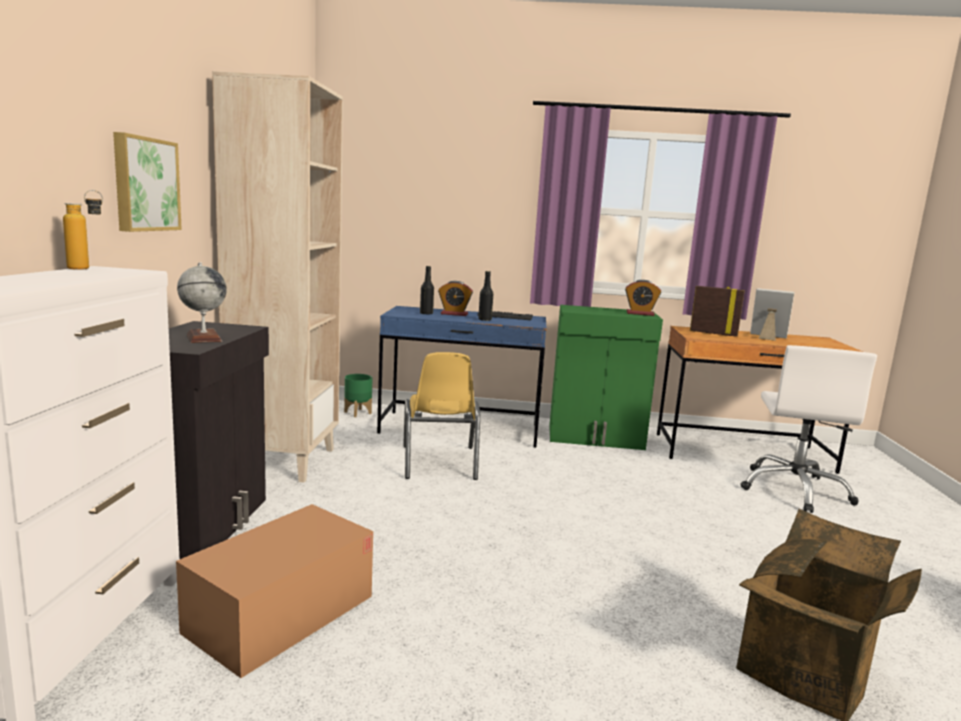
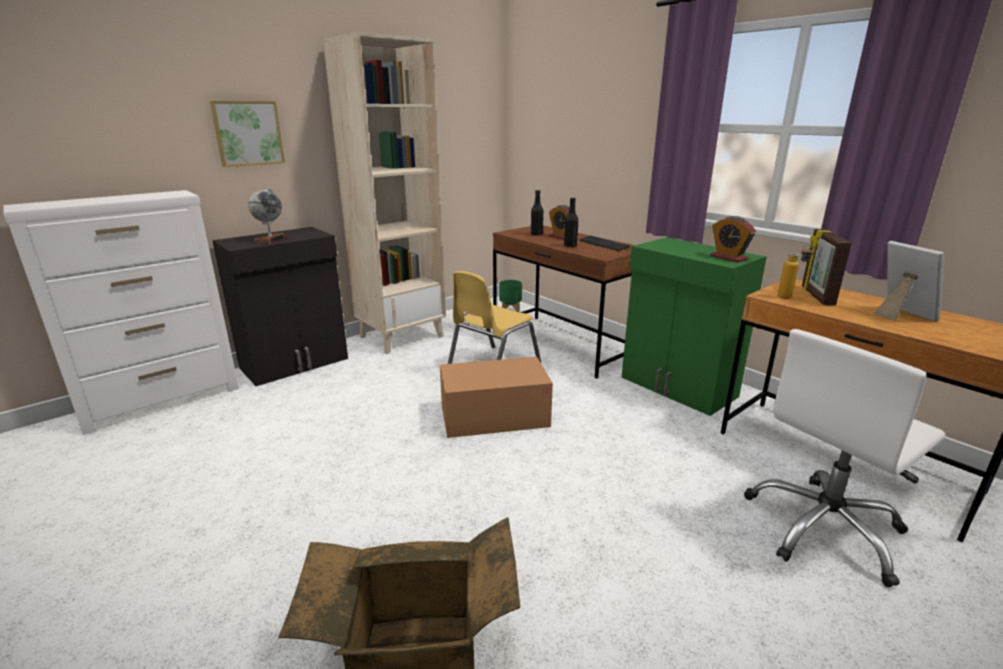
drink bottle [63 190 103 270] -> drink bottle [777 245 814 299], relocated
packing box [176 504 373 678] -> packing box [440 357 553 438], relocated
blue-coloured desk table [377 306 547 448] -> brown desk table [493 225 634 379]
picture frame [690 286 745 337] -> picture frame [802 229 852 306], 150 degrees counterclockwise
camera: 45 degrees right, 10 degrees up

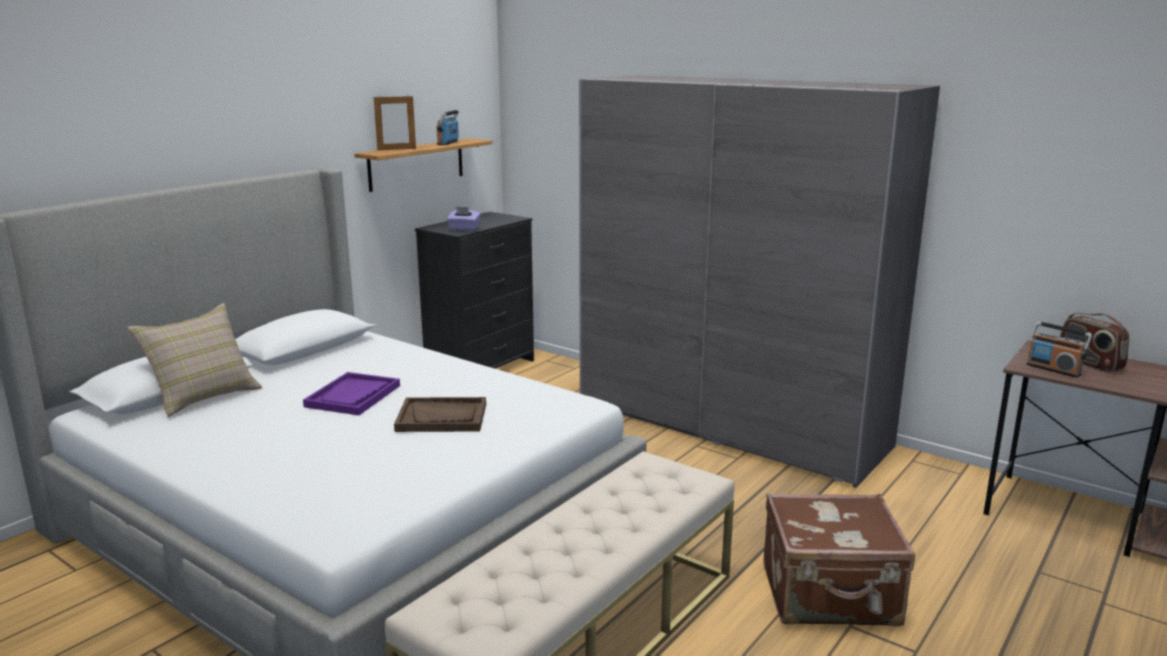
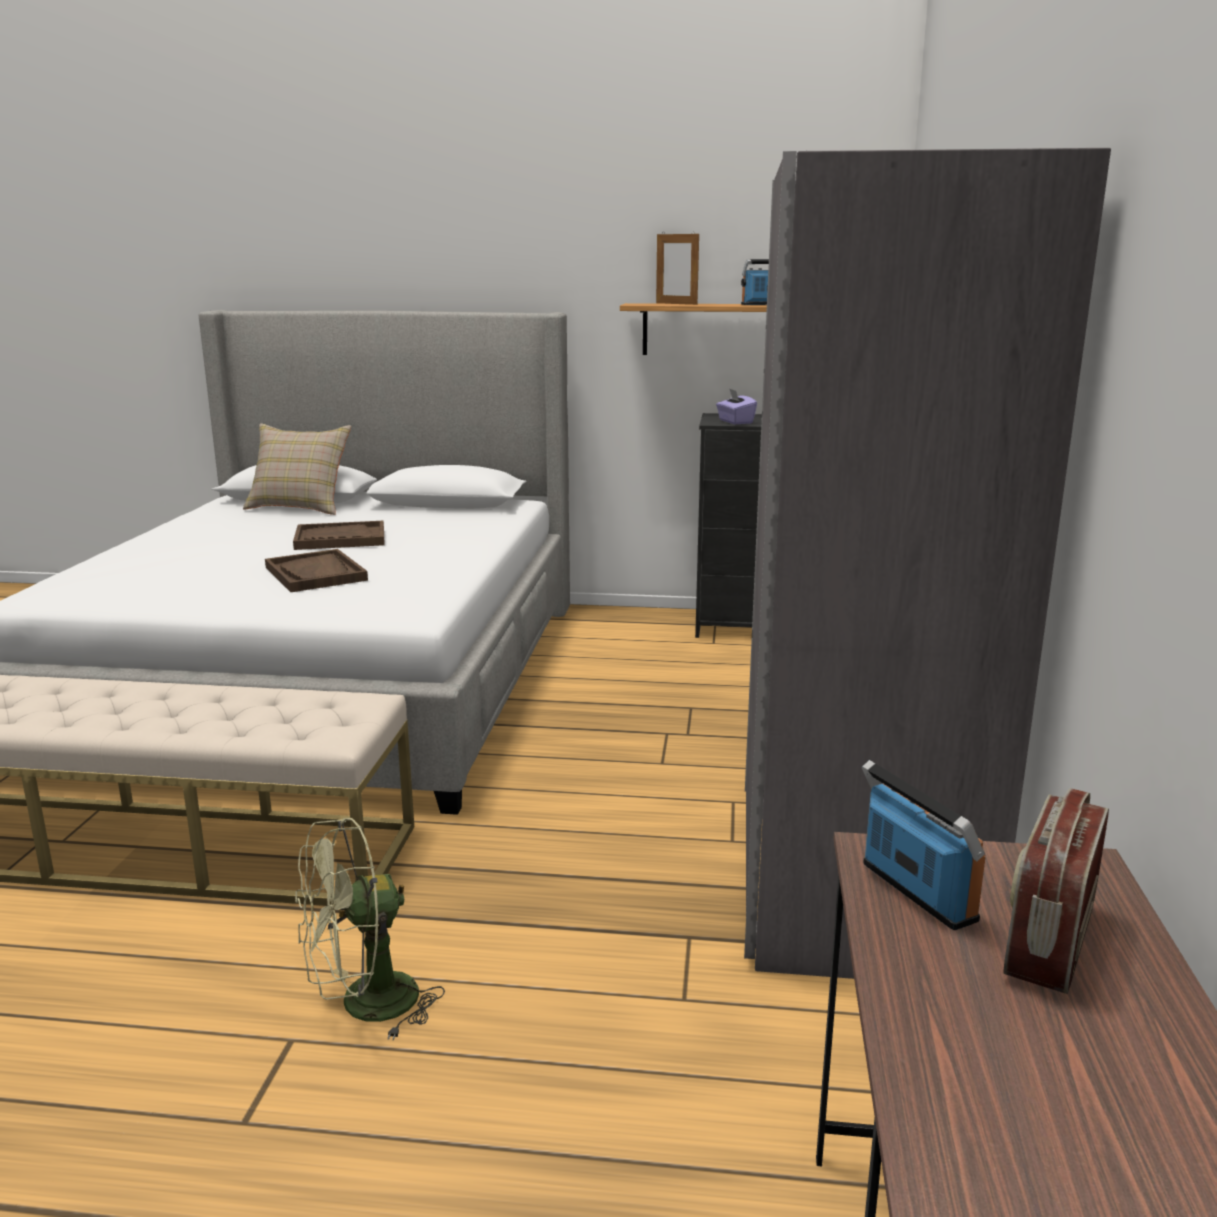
brown suitcase [763 493 915 626] -> green-coloured electric fan [295 818 445 1040]
purple-coloured tray [303 372 400 415] -> brown tray [293 521 385 550]
radio receiver [1027 321 1092 378] -> radio receiver [862 760 986 930], 135 degrees clockwise
camera: 60 degrees right, 0 degrees up

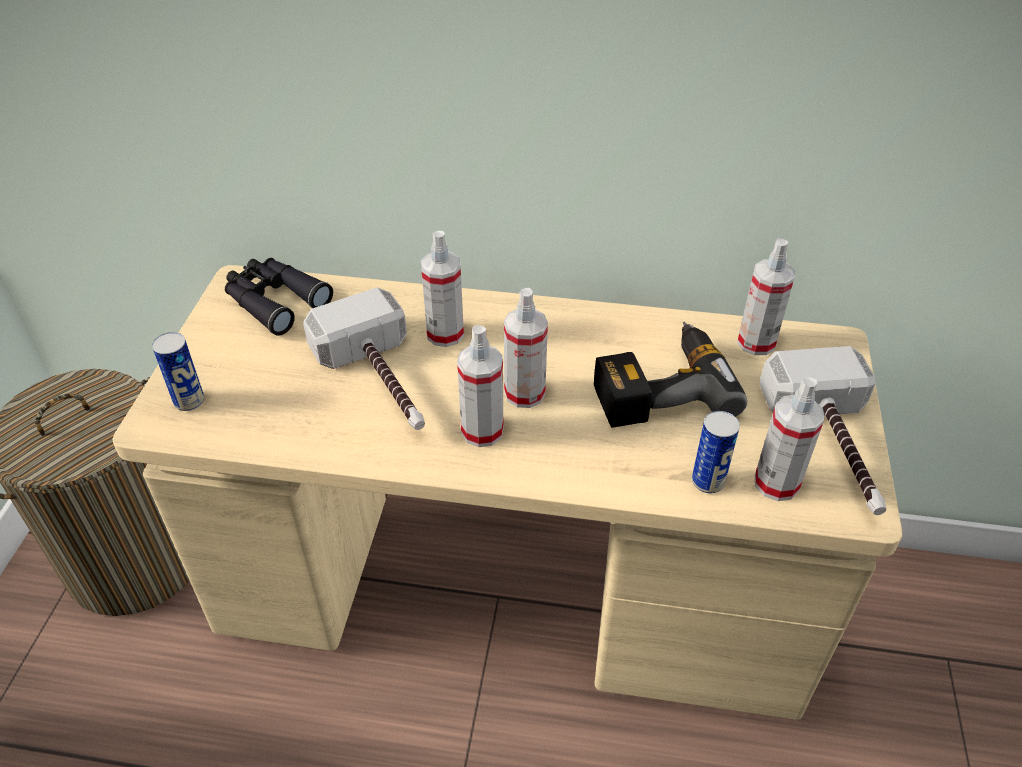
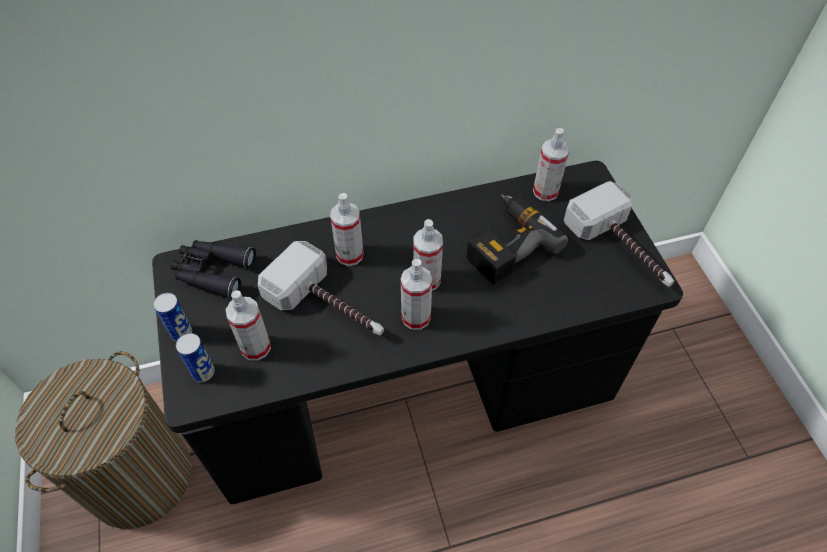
can [692 411 740 493] -> can [153 293 192 342], relocated
hand sprayer [755 377 824 501] -> hand sprayer [226 290 271 361], relocated
sand-coloured desk table [113 265 902 720] -> black desk table [152 161 683 504]
camera: 25 degrees left, 10 degrees up

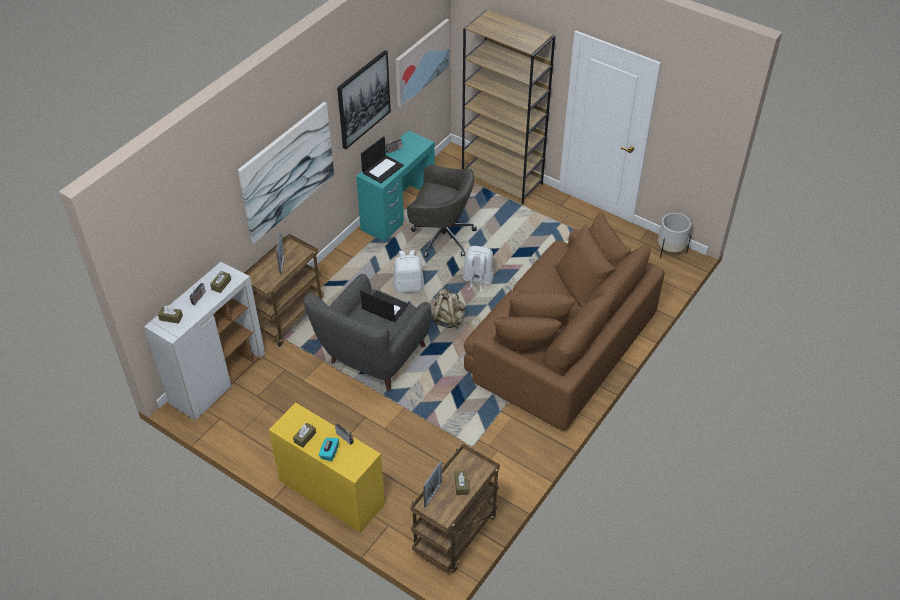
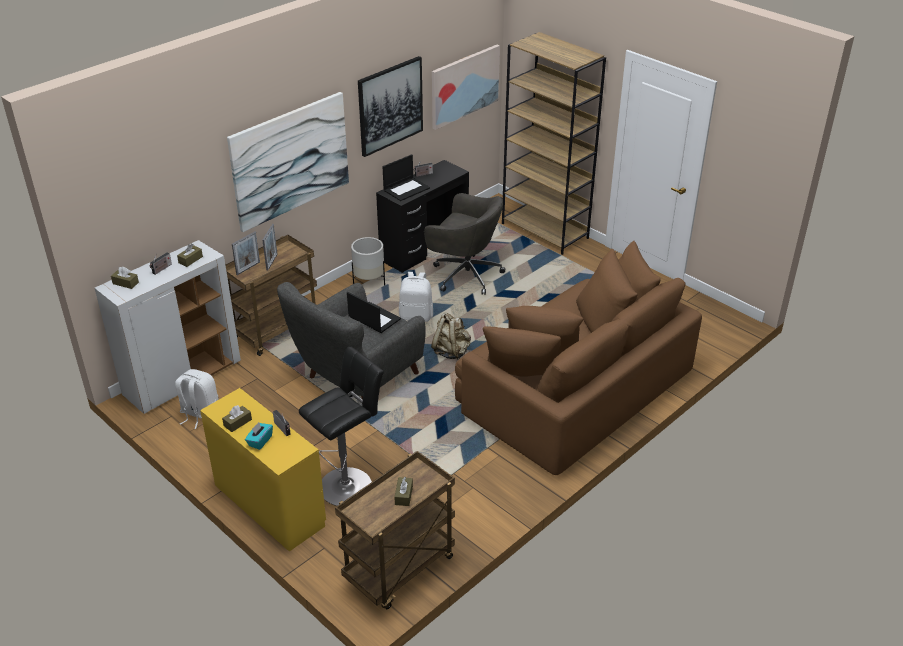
none -> black sitting stool [299 347 384 506]
picture frame [423 461 442 508] -> picture frame [232 232 260 275], relocated
white knapsack [463 246 494 292] -> white knapsack [175 369 219 429], relocated
white plant pot [658 213 691 259] -> white plant pot [351 237 385 286], relocated
turquoise desk table [356 130 435 242] -> black desk table [376 160 469 273]
camera: 10 degrees right, 10 degrees down

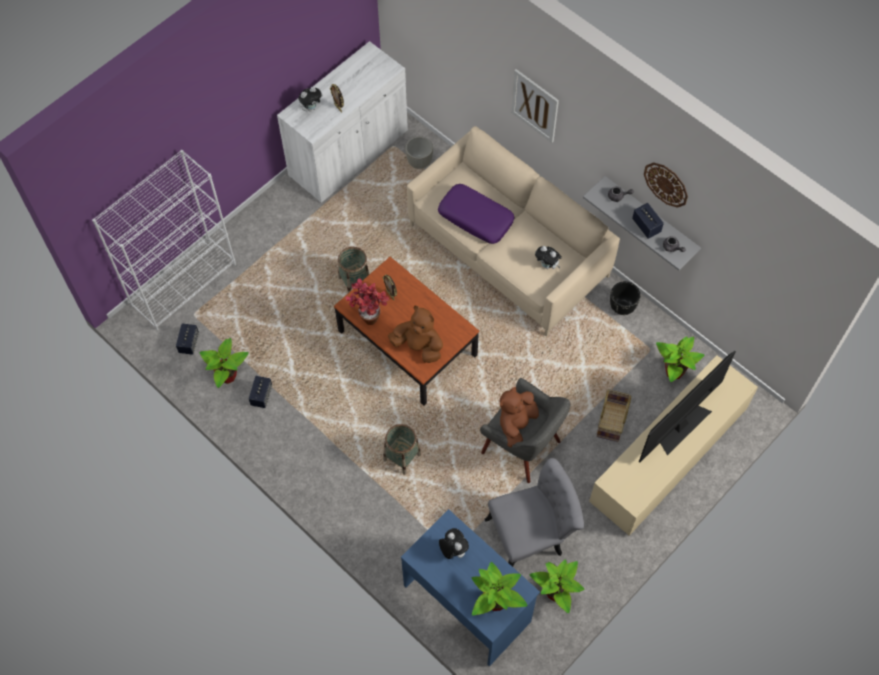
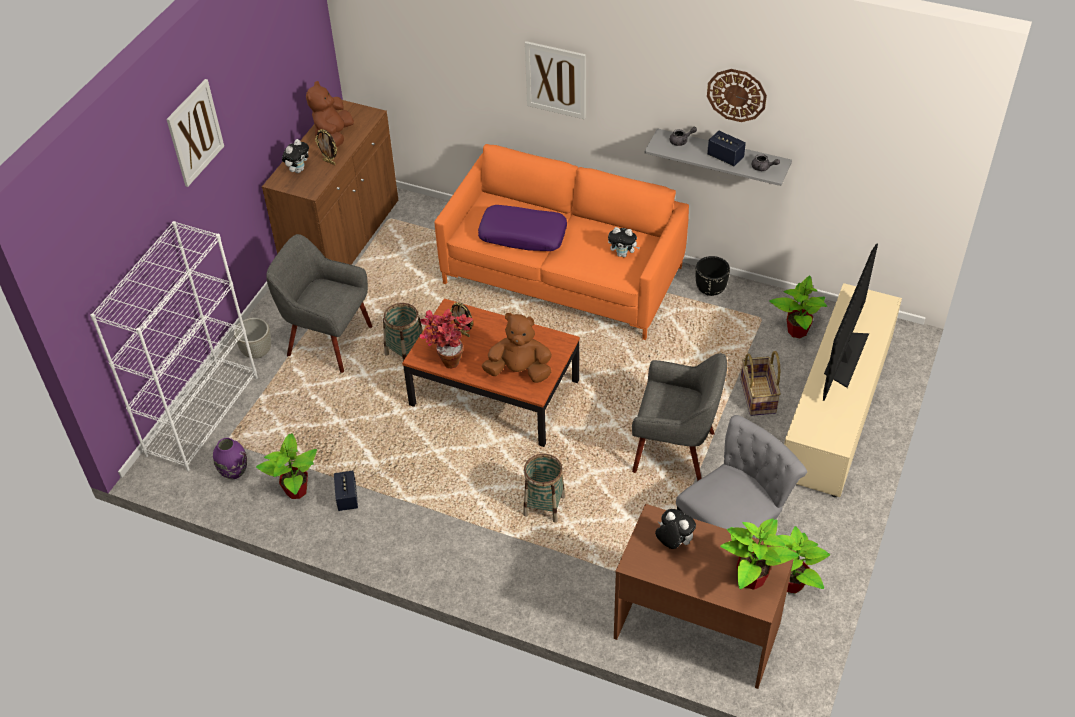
none -> wall art [167 79 224 187]
none -> greyish armchair [266 234 372 373]
greyish plant pot [405 136 433 169] -> greyish plant pot [234 318 271 358], relocated
brown soft toy [499 387 539 447] -> brown soft toy [306 81 354 147], relocated
speaker [176 324 199 355] -> purple-coloured flower vase [213 438 247 479]
white storage cabinet [277 41 408 203] -> brown storage cabinet [262 100 398 265]
blue-coloured desk table [401 509 540 666] -> brown desk table [614 504 796 689]
sand-coloured couch [407 126 620 337] -> orange couch [434 144 689 340]
camera: 20 degrees left, 15 degrees down

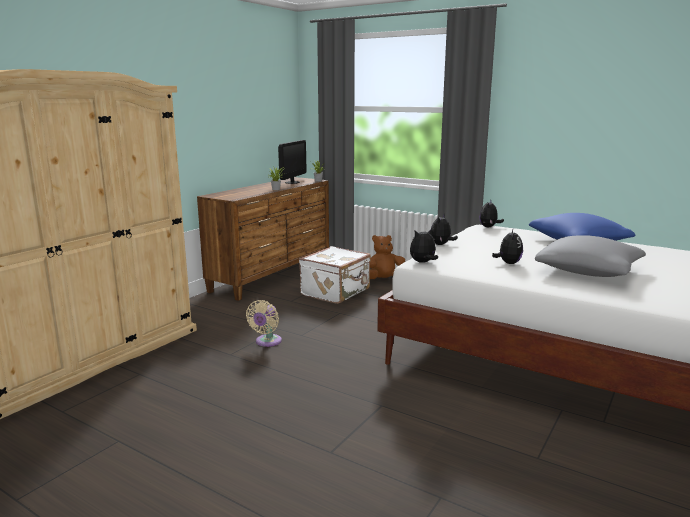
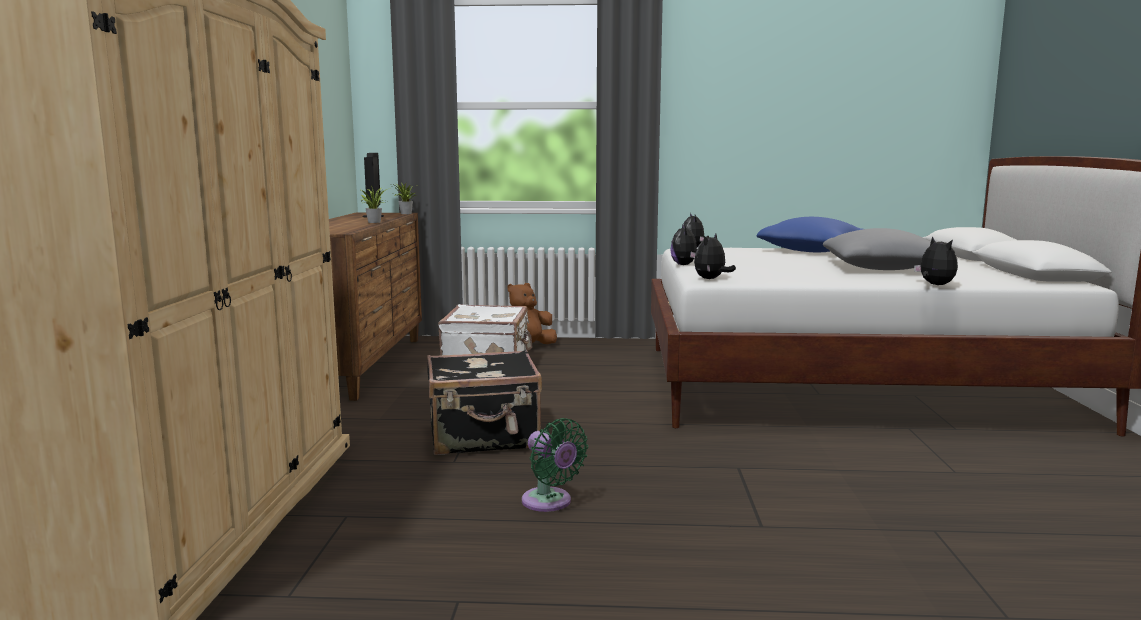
none -> green-coloured electric fan [522 418 588 512]
soft toy [492 230 523 264] -> soft toy [914 237 958 285], relocated
sand-coloured electric fan [246 300 282 347] -> black suitcase [427 350 542 455]
camera: 30 degrees left, 5 degrees down

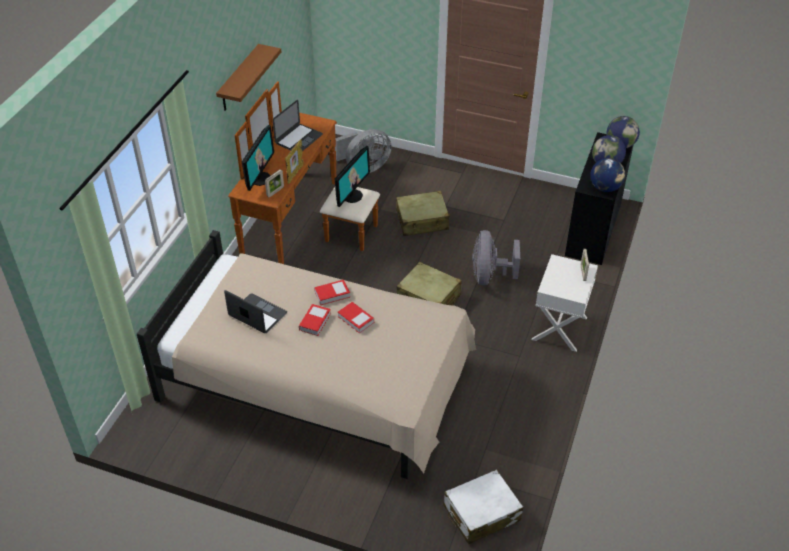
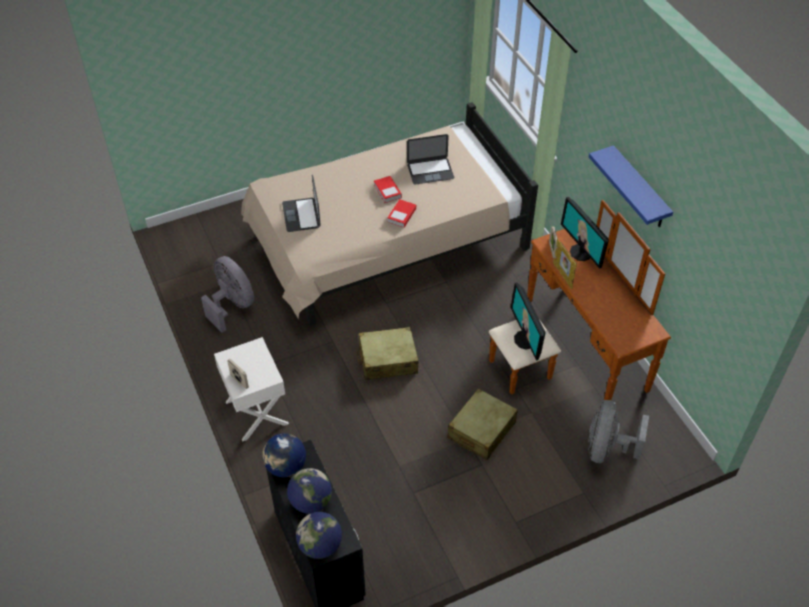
bound book [338 302 374 334] -> none
white suitcase [444 469 523 544] -> none
portable computer [273 100 323 151] -> portable computer [282 175 321 232], relocated
greyish electric fan [472 230 520 285] -> greyish electric fan [201 256 254 333], relocated
brown bracket shelf [216 44 281 111] -> blue-coloured bracket shelf [589 145 673 227]
camera: 135 degrees right, 5 degrees up

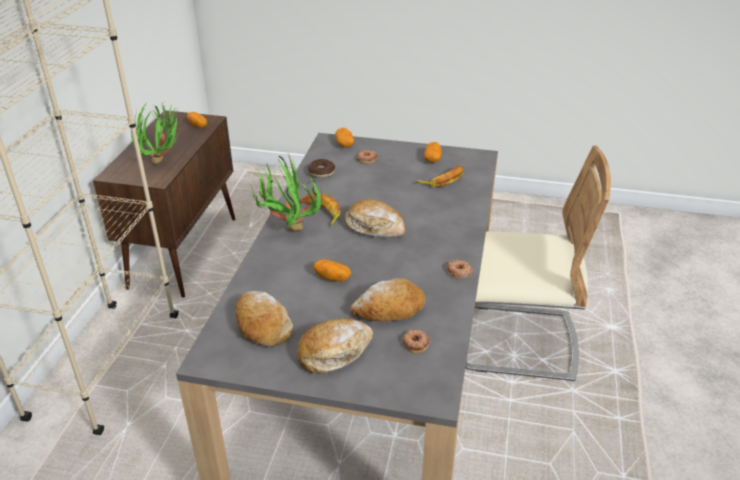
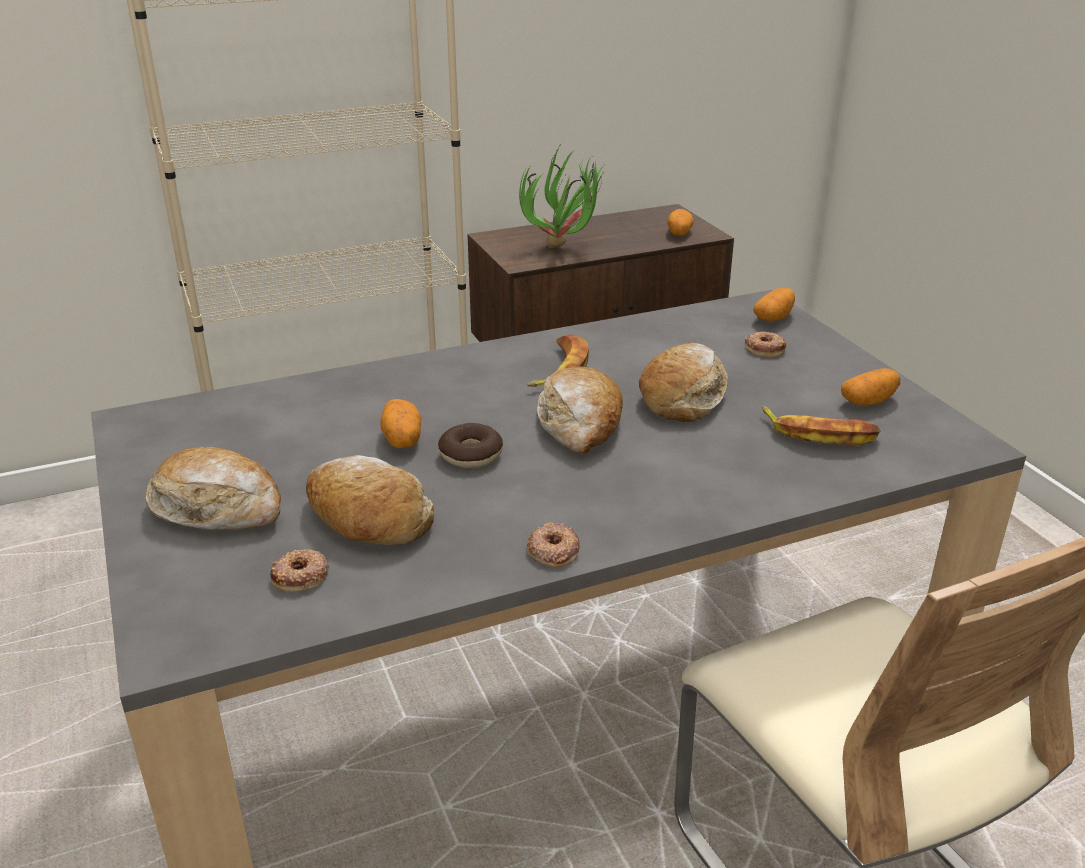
houseplant [251 154 322 232] -> none
bread [236 291 293 347] -> bread [639 343 728 422], relocated
donut [308 159 335 178] -> donut [438 423 503 468], relocated
camera: 55 degrees right, 5 degrees down

